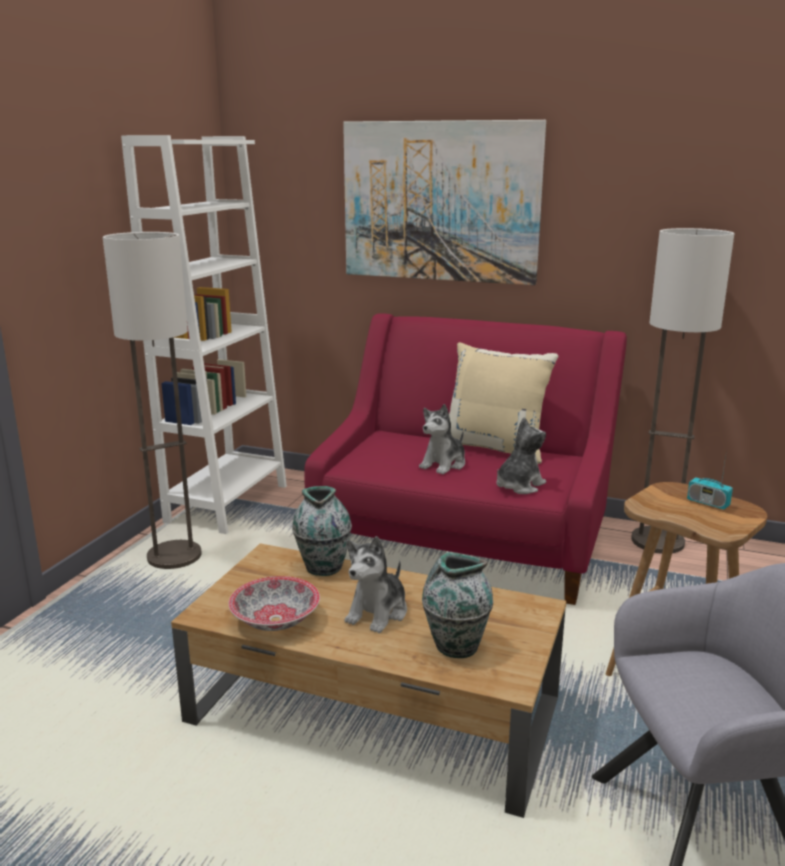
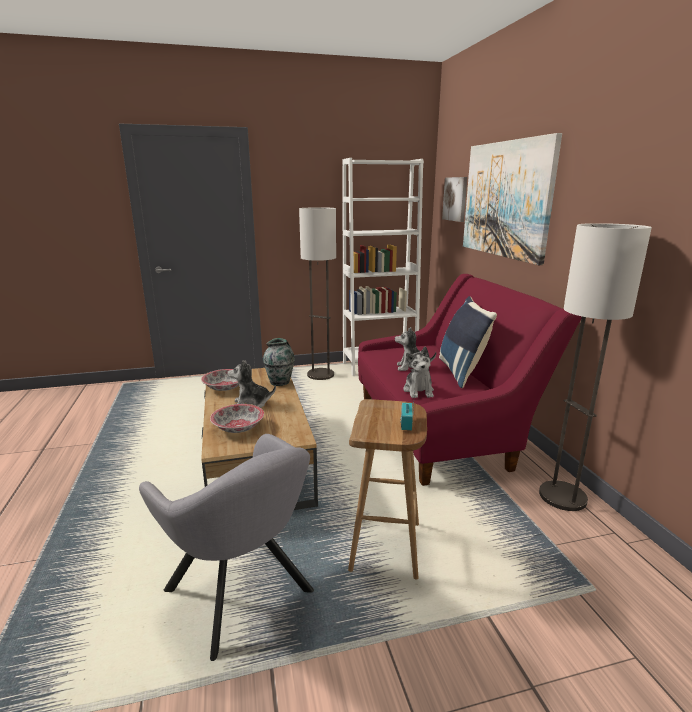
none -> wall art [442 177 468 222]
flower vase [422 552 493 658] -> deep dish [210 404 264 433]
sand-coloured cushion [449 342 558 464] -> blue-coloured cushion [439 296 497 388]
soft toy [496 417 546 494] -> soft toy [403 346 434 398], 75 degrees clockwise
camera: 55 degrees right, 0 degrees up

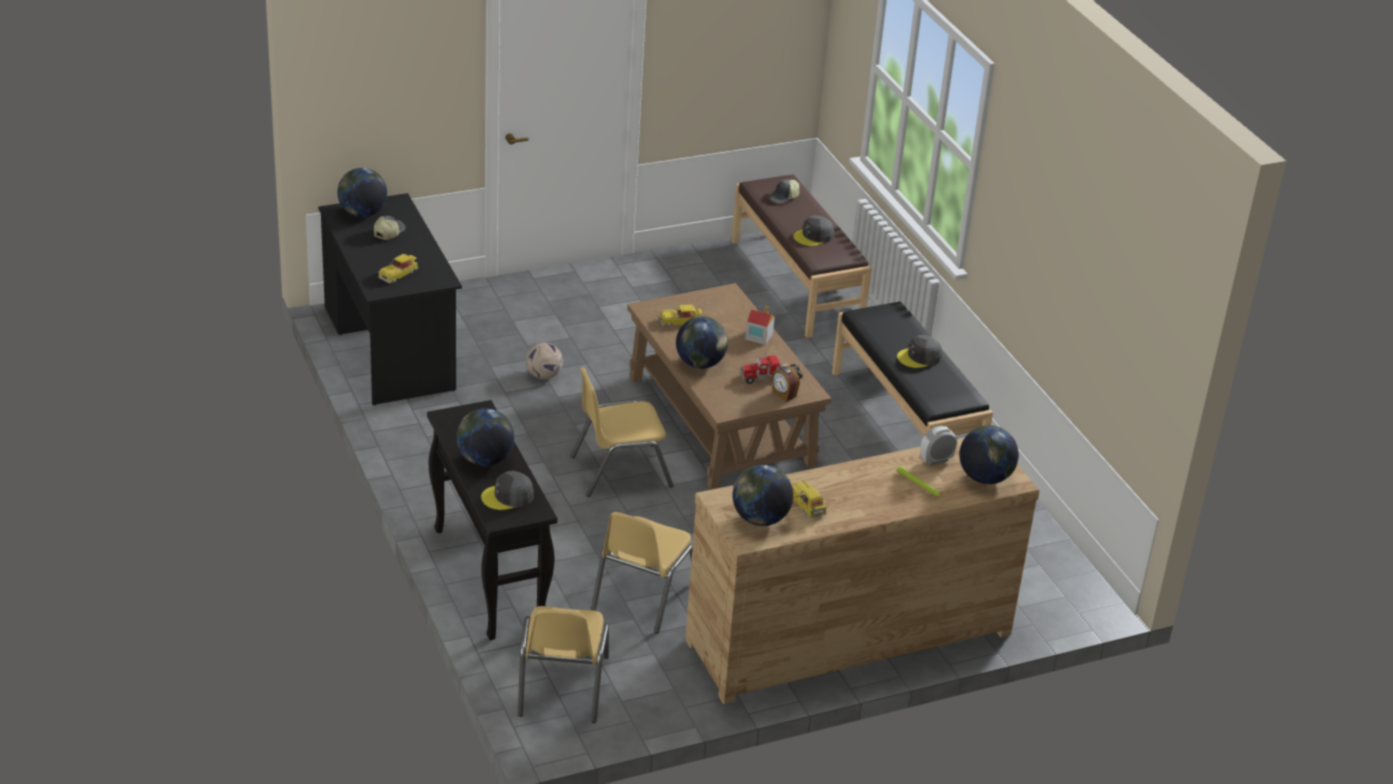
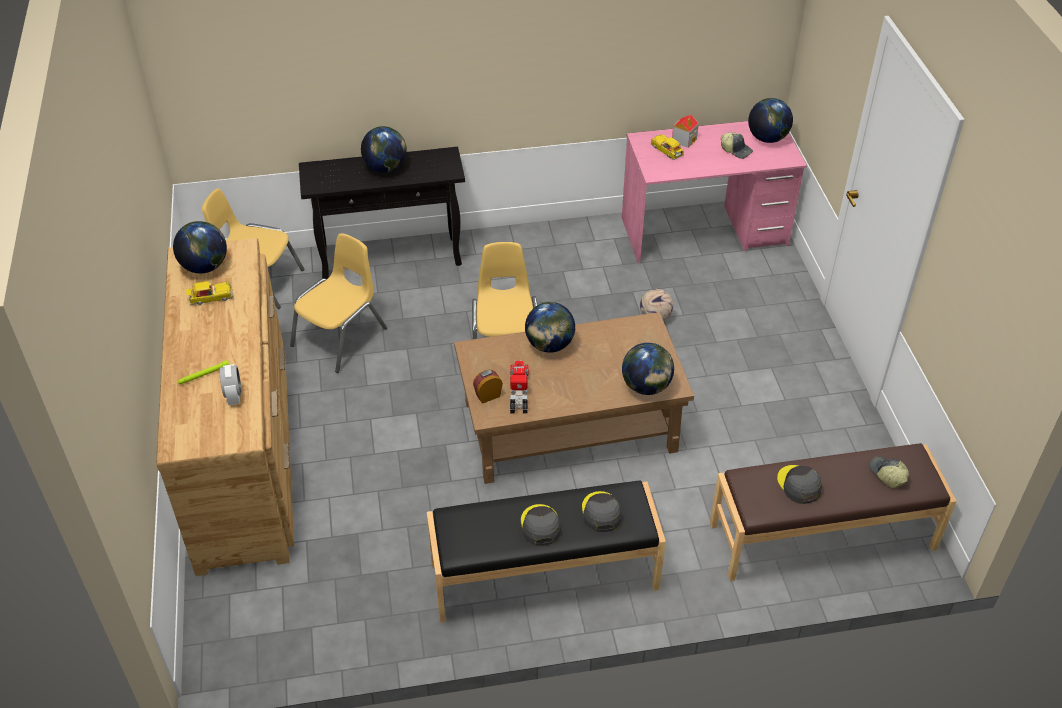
toy car [659 304 702 327] -> none
greyish baseball cap [481 471 534 510] -> greyish baseball cap [582 491 622 532], relocated
model house [745 306 775 345] -> model house [672 115 699 148], relocated
desk globe [959 425 1019 484] -> desk globe [622 343 674 395], relocated
black desk table [318 193 462 405] -> pink desk table [622 121 807 263]
yellowish chair [591 512 693 634] -> yellowish chair [290 233 387 373], 90 degrees clockwise
camera: 105 degrees right, 10 degrees up

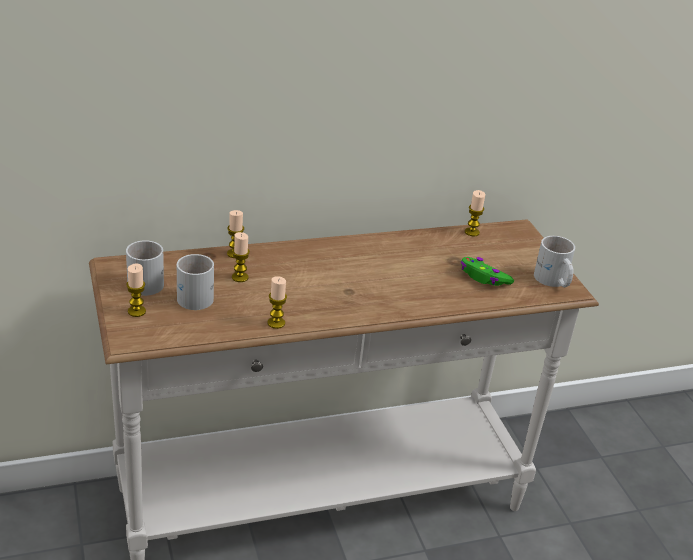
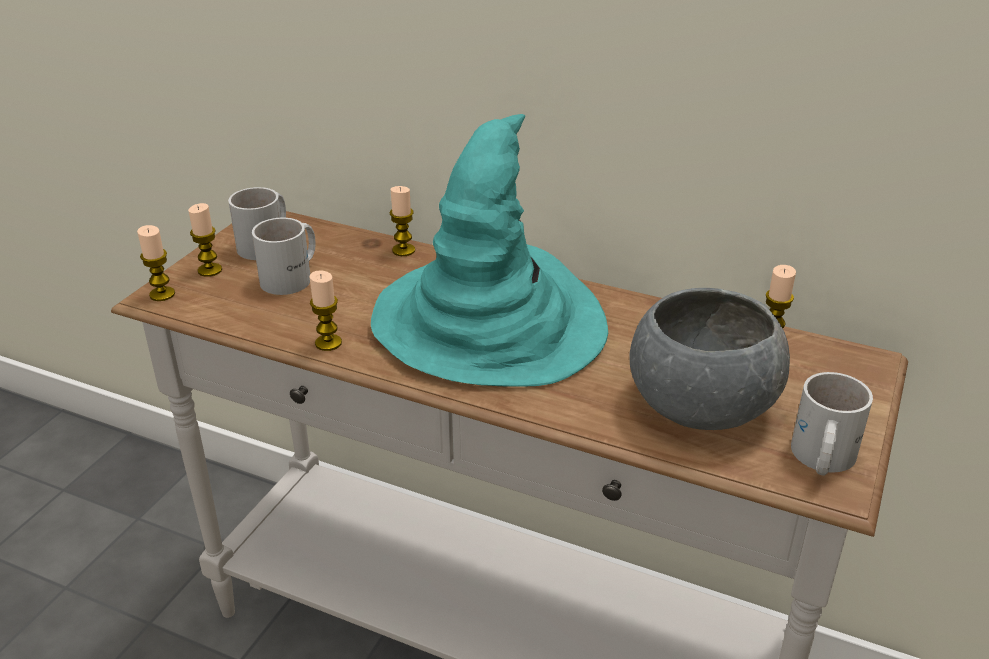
none -> turquoise wearable hat [371 114 608 387]
candle [232 232 250 282] -> candle [137 225 175 301], relocated
green-coloured joypad [460 257 514 286] -> greyish deep dish [629 288 790 430]
camera: 45 degrees right, 0 degrees up

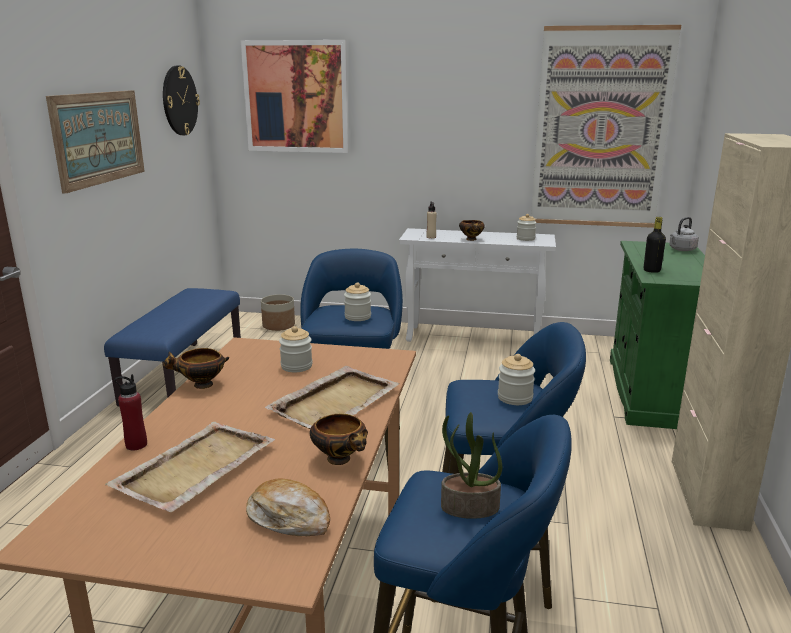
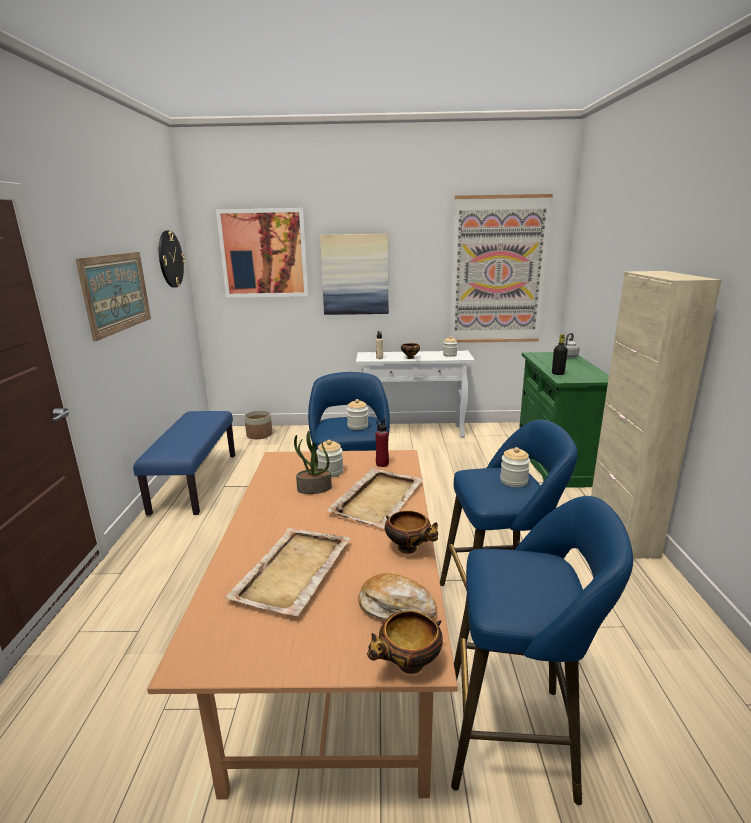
none -> wall art [320 234 389 315]
red drink bottle [114 374 147 450] -> red drink bottle [375 418 389 467], relocated
deep dish [163 348 229 389] -> deep dish [367 611 443 674], relocated
houseplant [441 412 502 519] -> houseplant [294 431 332 494], relocated
camera: 10 degrees left, 0 degrees up

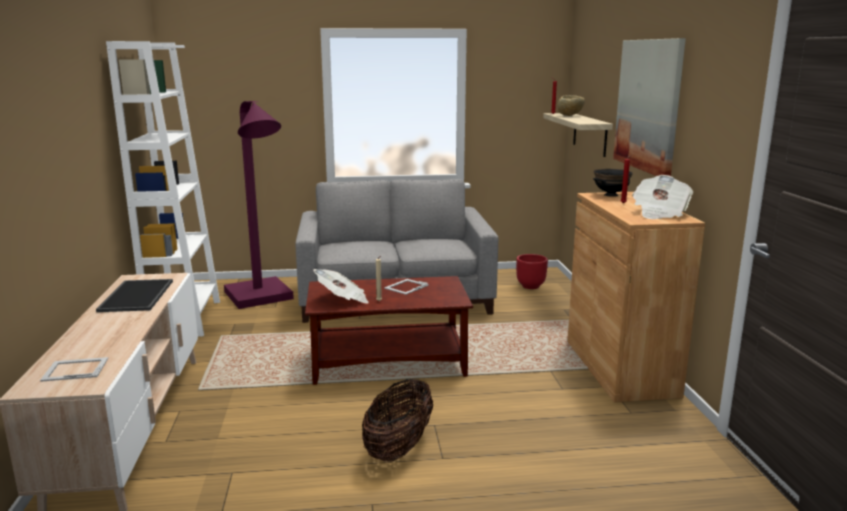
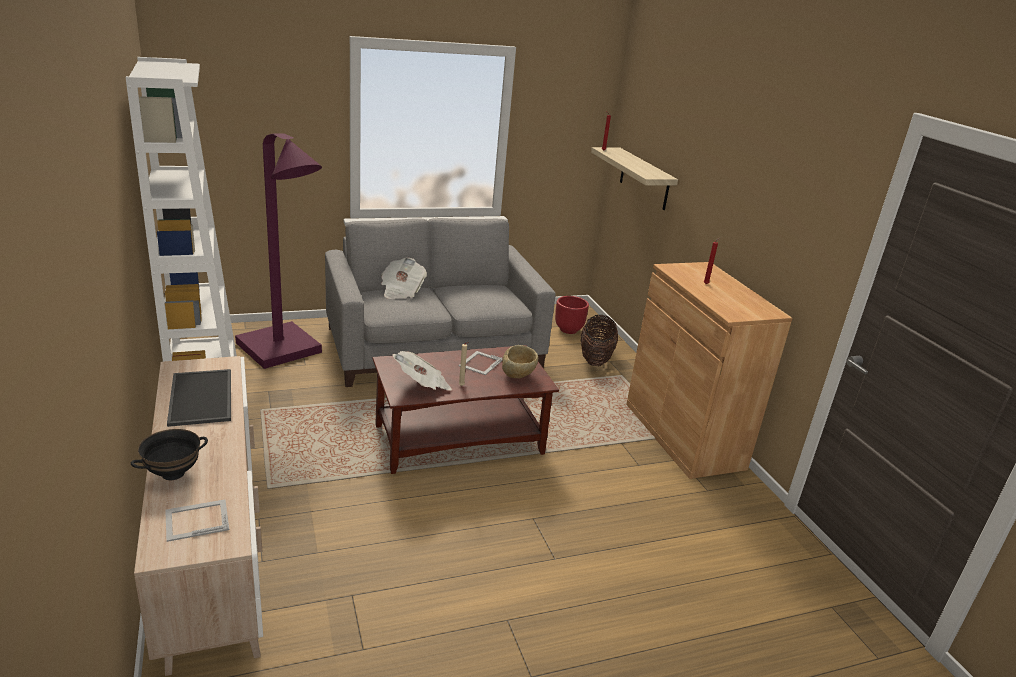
wall art [613 38 686 176] -> none
storage basket [362 379 433 462] -> storage basket [581 315 618 366], relocated
sand-coloured deep dish [558 95 585 116] -> sand-coloured deep dish [502 345 538 378], relocated
black deep dish [593 169 633 197] -> black deep dish [131 429 208 480], relocated
newspaper [632 175 694 219] -> newspaper [381 257 427 299], relocated
camera: 15 degrees left, 10 degrees up

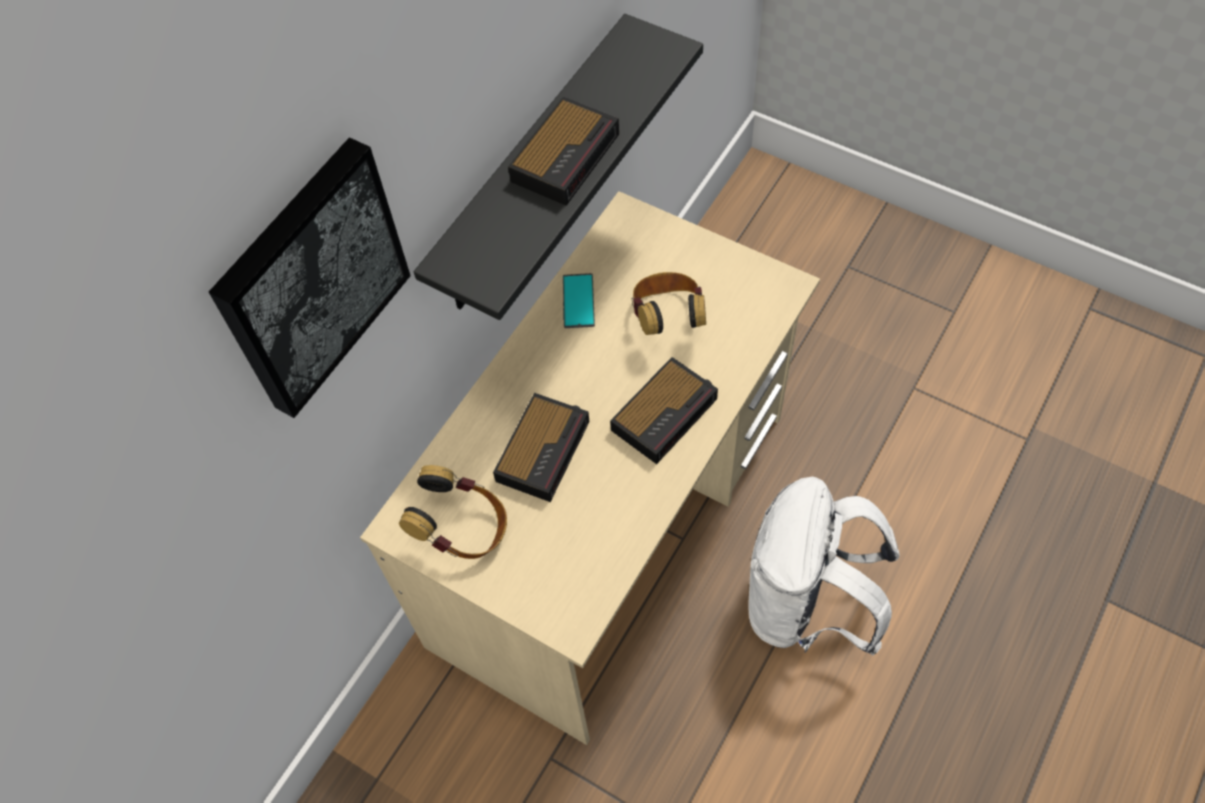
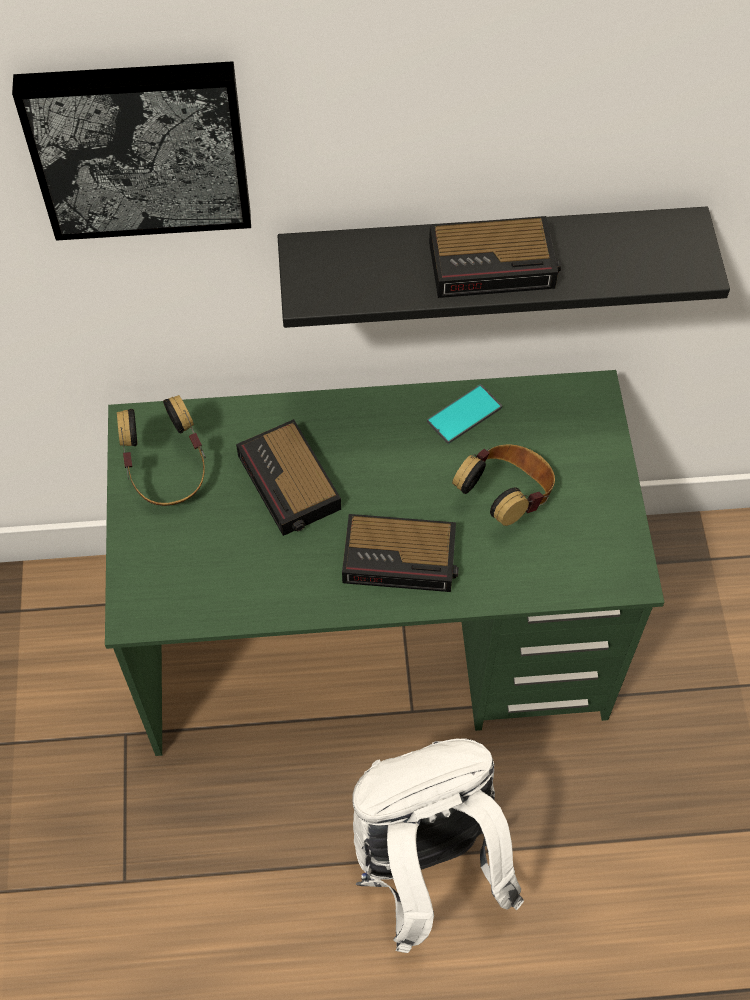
sand-coloured desk table [360 191 820 745] -> green-coloured desk table [105 370 664 756]
table clock [493 393 590 502] -> table clock [236 419 341 536], 75 degrees clockwise
camera: 50 degrees right, 0 degrees up

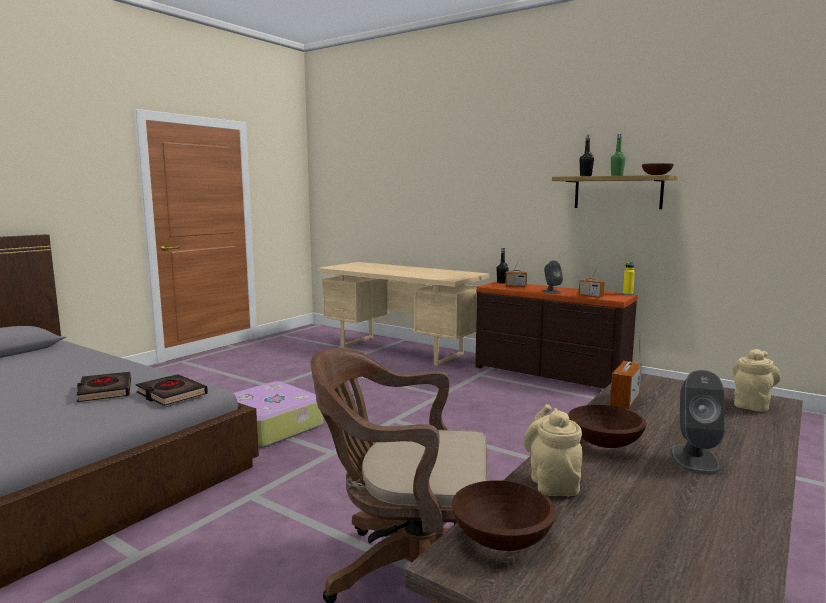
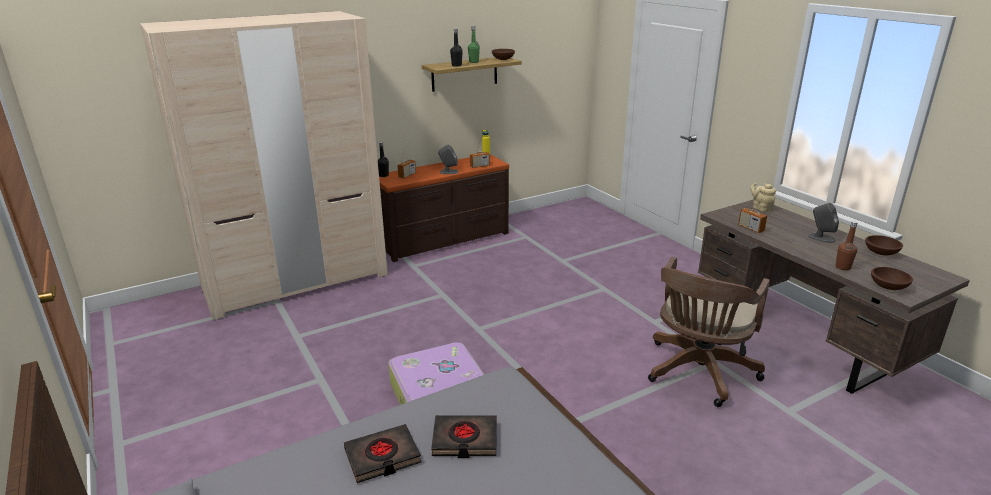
black bound book [136 374 208 406] -> black bound book [344 424 421 483], relocated
brown deep dish [568 405 646 448] -> brown deep dish [865 235 903 255], relocated
sand-coloured desk table [317 262 490 366] -> sand-coloured armoire [140 11 388 320]
sand-coloured tea pot [524 404 583 496] -> brown drink bottle [836 221 857 270]
camera: 65 degrees left, 15 degrees up

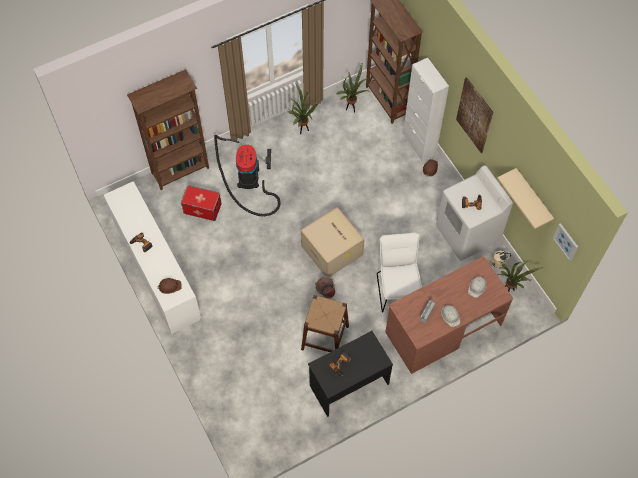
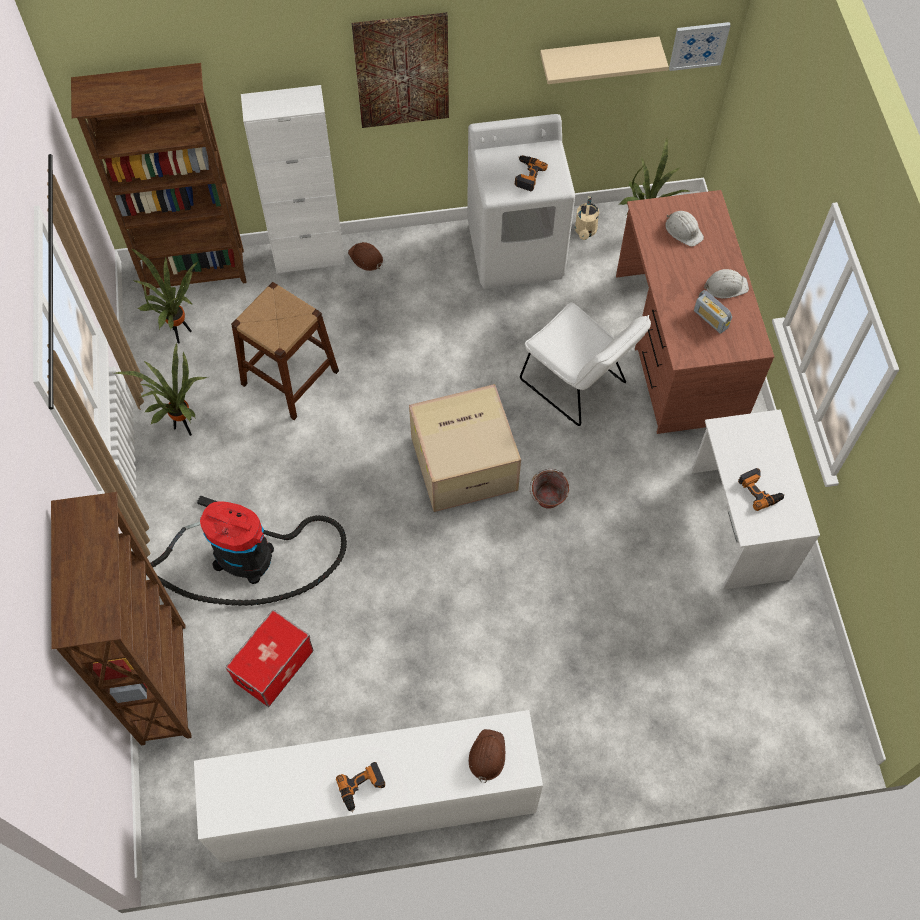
brown sitting stool [301 295 349 352] -> brown sitting stool [231 282 339 420], relocated
black desk table [308 331 393 417] -> white desk table [691 409 820 590]
white chair [377 232 422 313] -> white chair [520 303 651 426], 150 degrees counterclockwise
camera: 70 degrees left, 0 degrees up

